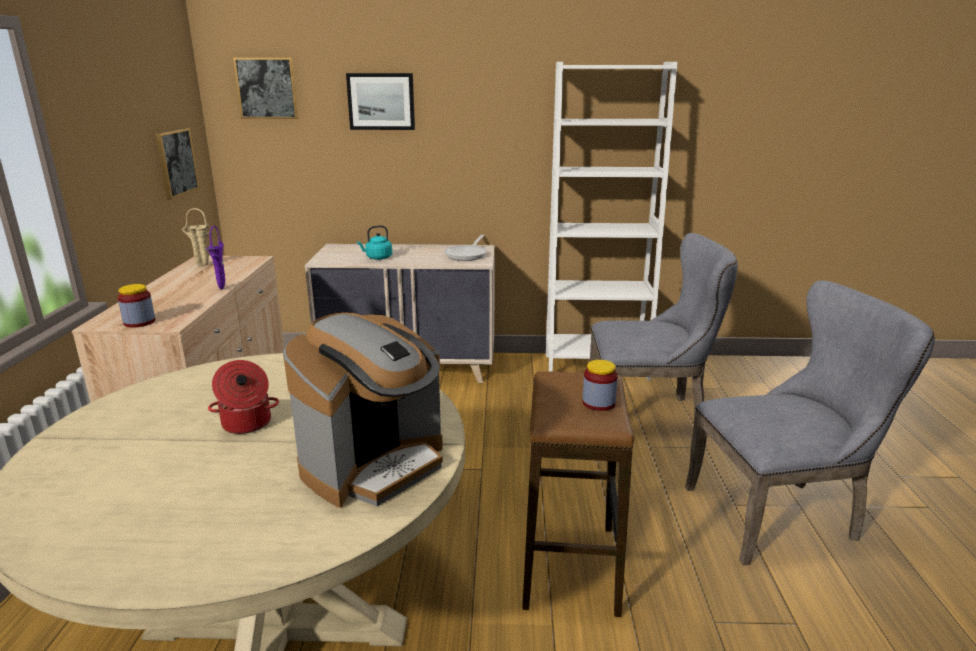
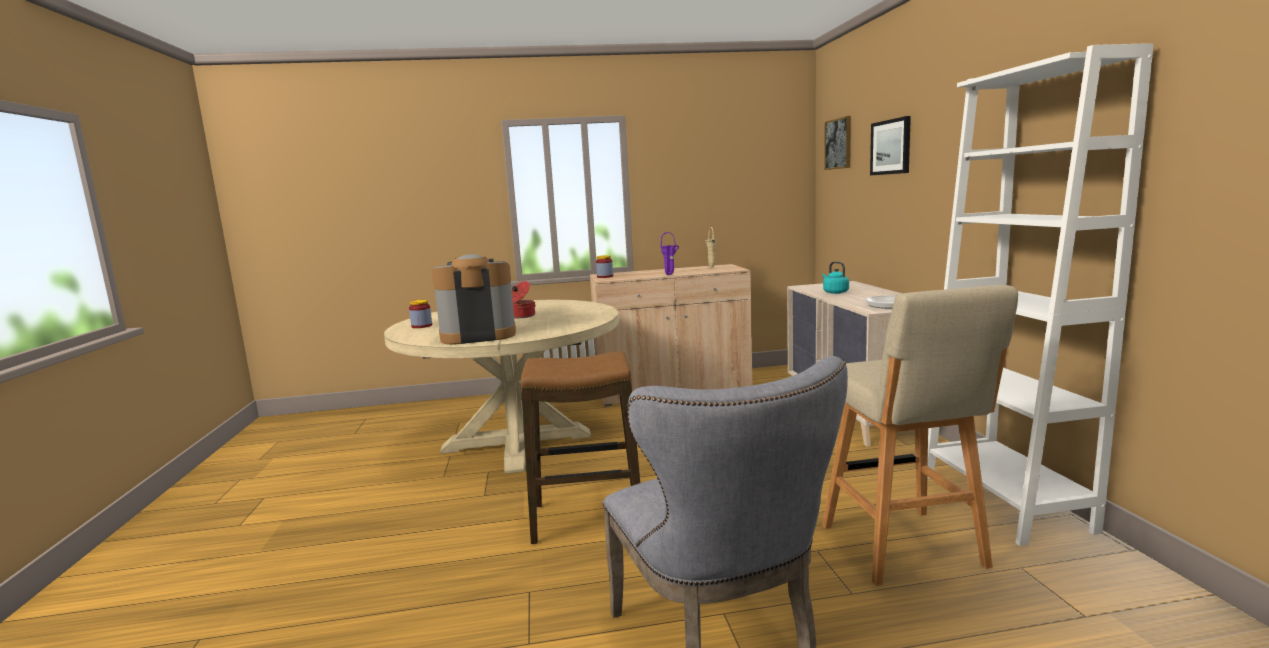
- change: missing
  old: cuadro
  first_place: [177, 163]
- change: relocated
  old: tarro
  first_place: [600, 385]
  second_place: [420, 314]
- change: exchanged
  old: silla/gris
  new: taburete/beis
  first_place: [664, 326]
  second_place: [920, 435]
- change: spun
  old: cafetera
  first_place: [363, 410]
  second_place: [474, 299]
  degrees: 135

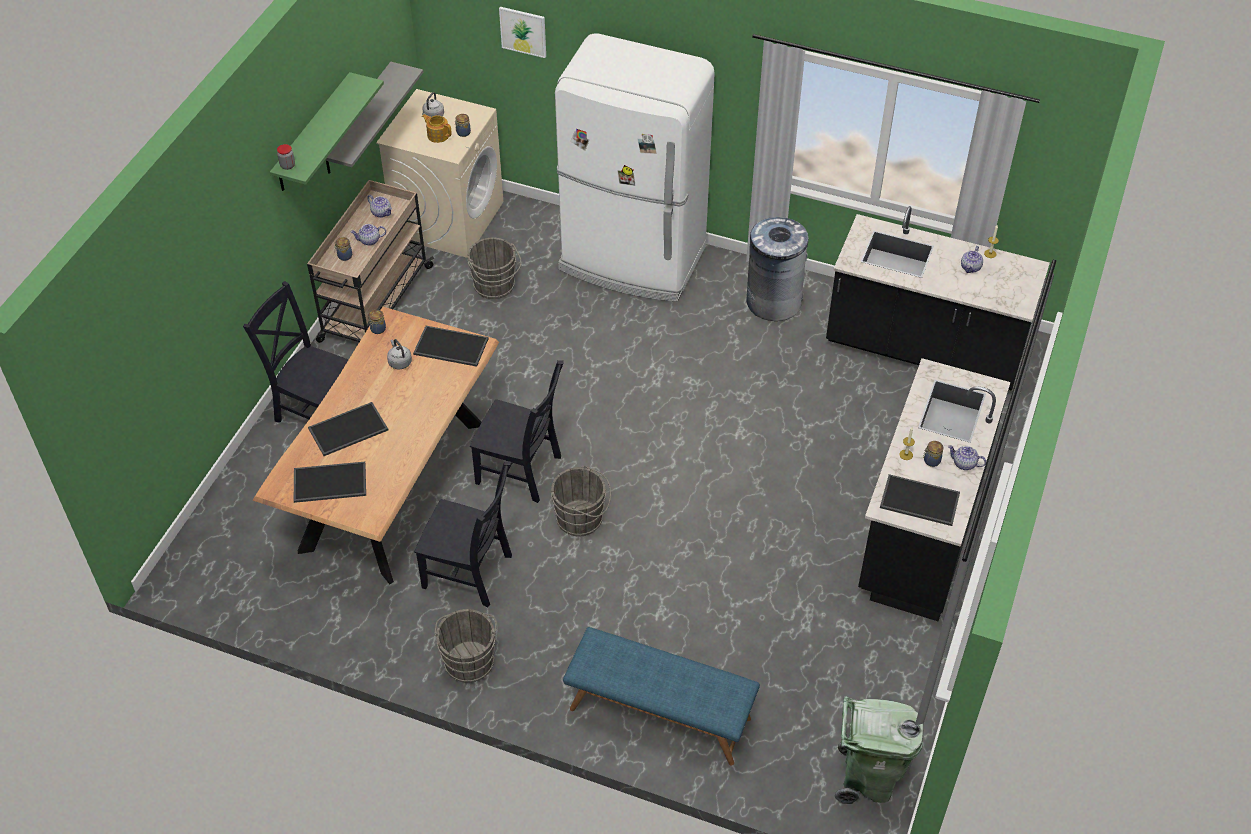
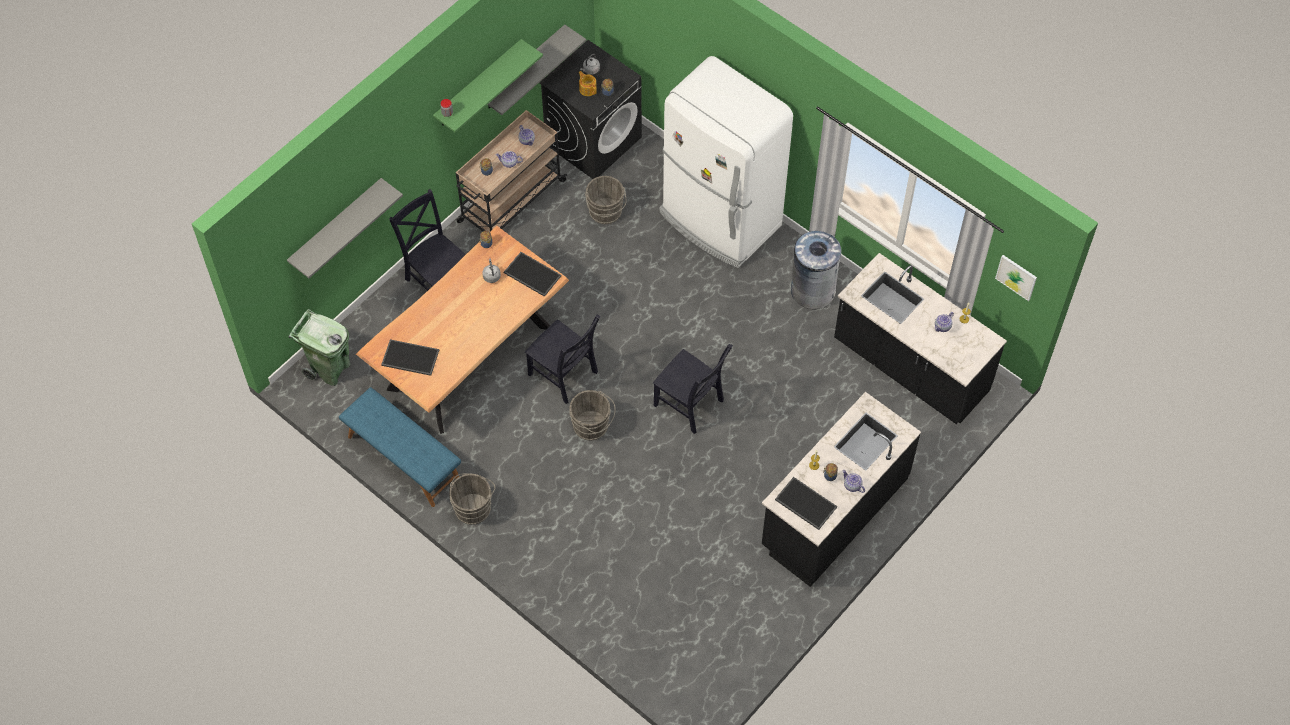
- change: missing
  old: bandeja
  first_place: [348, 429]
- change: appeared
  new: estante/gris
  second_place: [345, 228]
- change: relocated
  old: silla/negro
  first_place: [463, 534]
  second_place: [693, 389]
- change: relocated
  old: cuadro
  first_place: [522, 32]
  second_place: [1016, 278]
- change: relocated
  old: banco/azul
  first_place: [661, 696]
  second_place: [400, 447]
- change: relocated
  old: papelera/verde
  first_place: [879, 750]
  second_place: [319, 347]
- change: colour
  old: lavadora/beis
  new: lavadora/negro
  first_place: [439, 173]
  second_place: [590, 109]

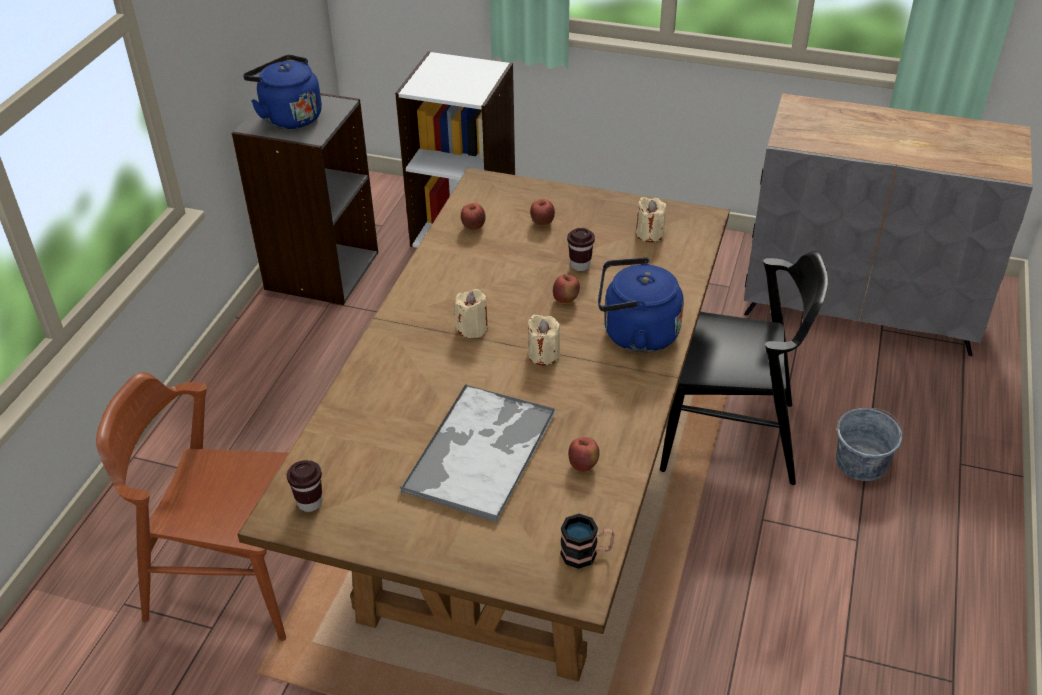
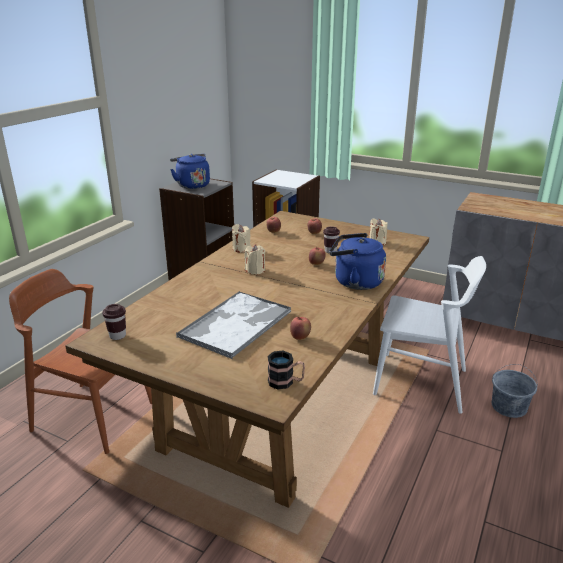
- change: relocated
  old: vela/beis
  first_place: [543, 339]
  second_place: [241, 238]
- change: colour
  old: silla/negro
  new: silla/blanco
  first_place: [744, 368]
  second_place: [429, 335]

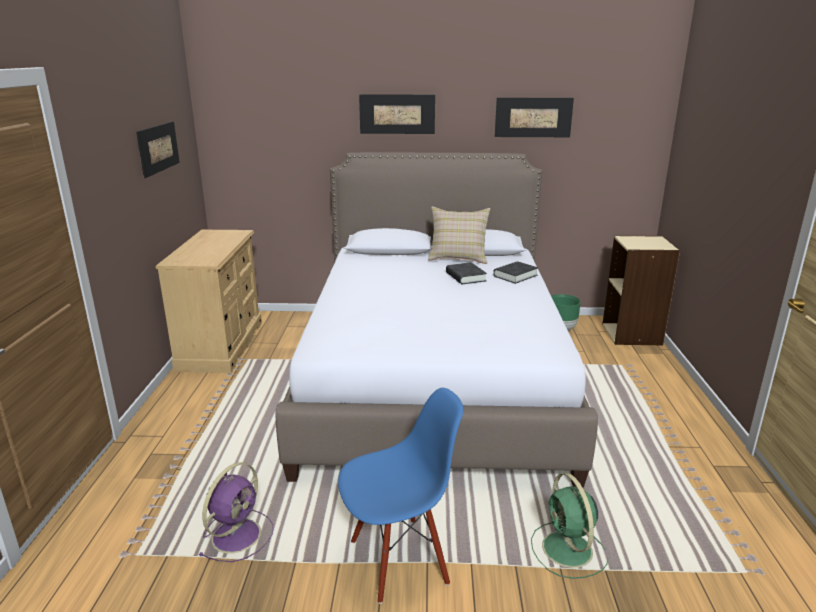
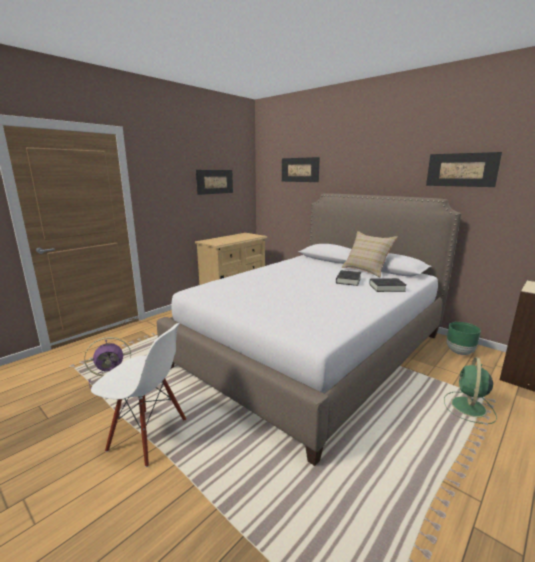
- change: relocated
  old: cuadro
  first_place: [397, 114]
  second_place: [301, 169]
- change: relocated
  old: ventilador/verde
  first_place: [569, 526]
  second_place: [470, 390]
- change: colour
  old: silla/azul
  new: silla/blanco
  first_place: [400, 496]
  second_place: [138, 395]

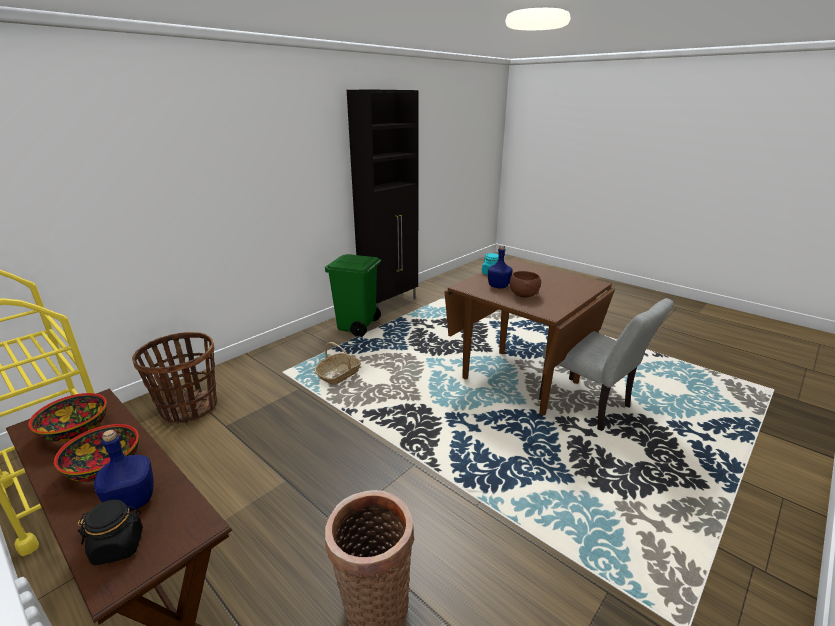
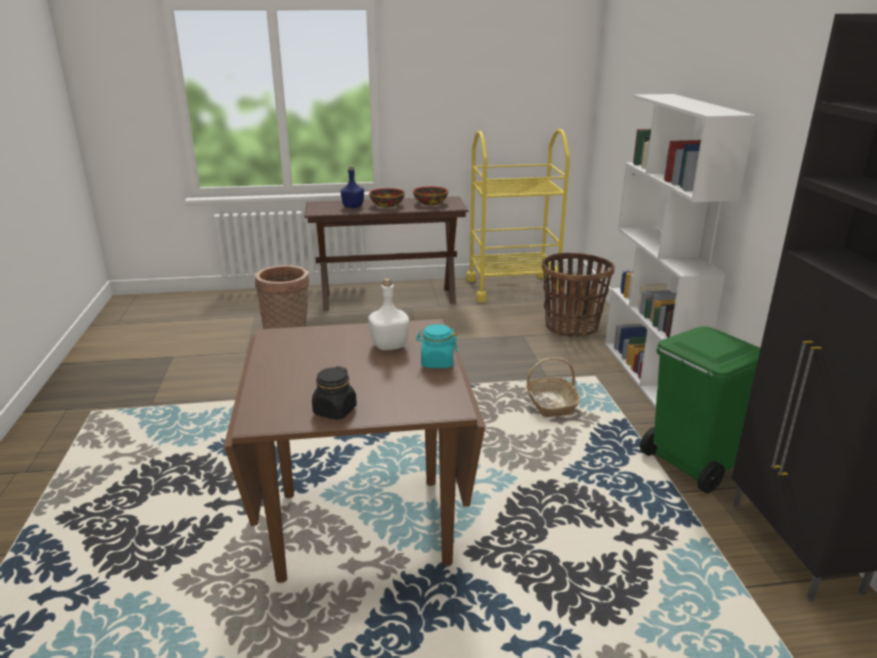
- change: missing
  old: cuenco/marrón
  first_place: [525, 284]
- change: missing
  old: silla/gris
  first_place: [606, 364]
- change: appeared
  new: estantería/blanco
  second_place: [680, 251]
- change: relocated
  old: tarro/negro
  first_place: [110, 532]
  second_place: [334, 393]
- change: colour
  old: botella/azul
  new: botella/blanco
  first_place: [500, 267]
  second_place: [388, 314]

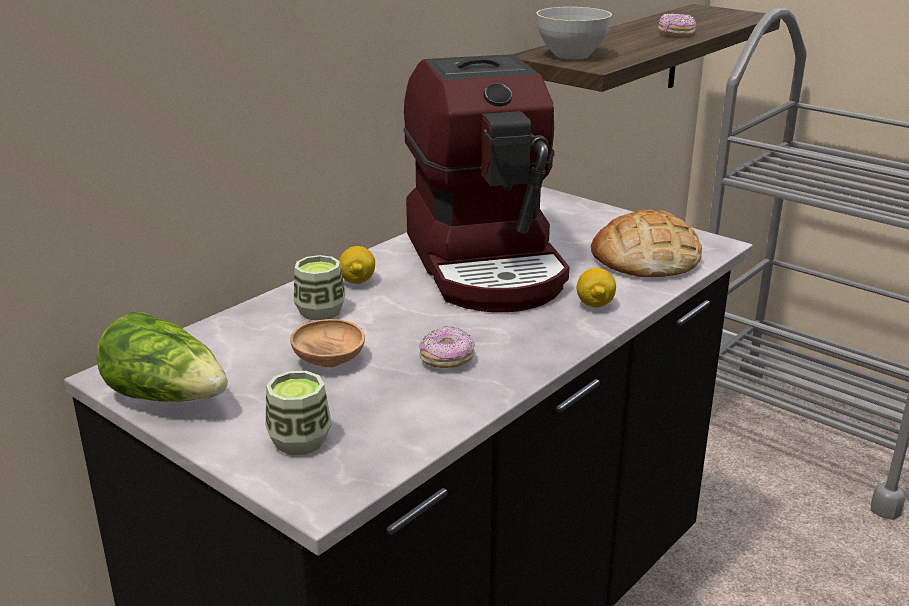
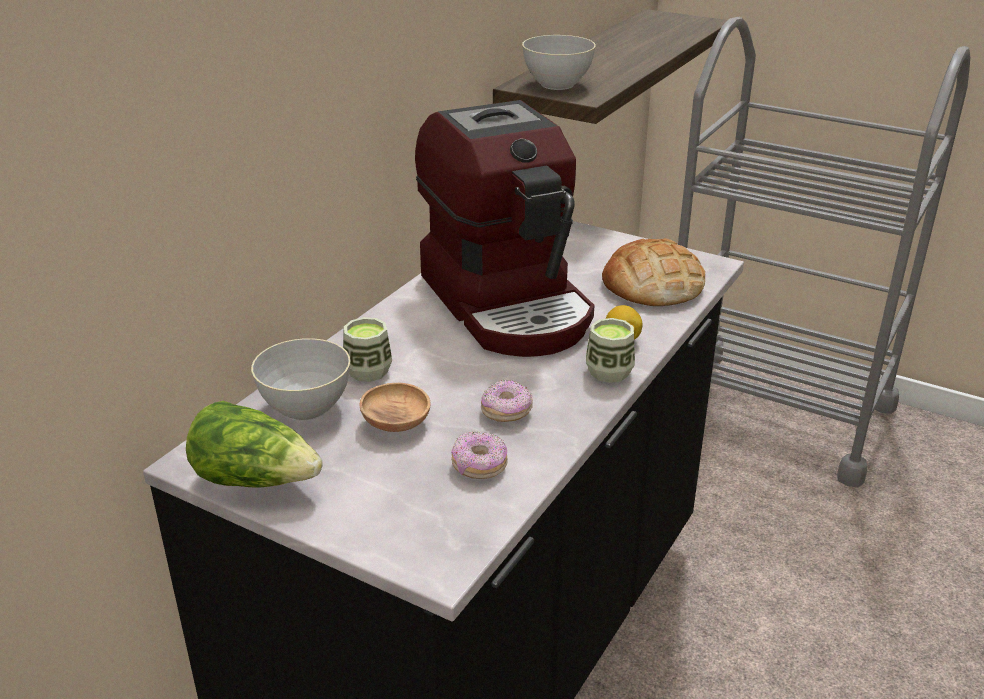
- change: missing
  old: limón
  first_place: [357, 265]
- change: appeared
  new: cuenco/gris
  second_place: [300, 379]
- change: relocated
  old: taza
  first_place: [298, 413]
  second_place: [610, 350]
- change: relocated
  old: rosquilla
  first_place: [677, 24]
  second_place: [479, 455]

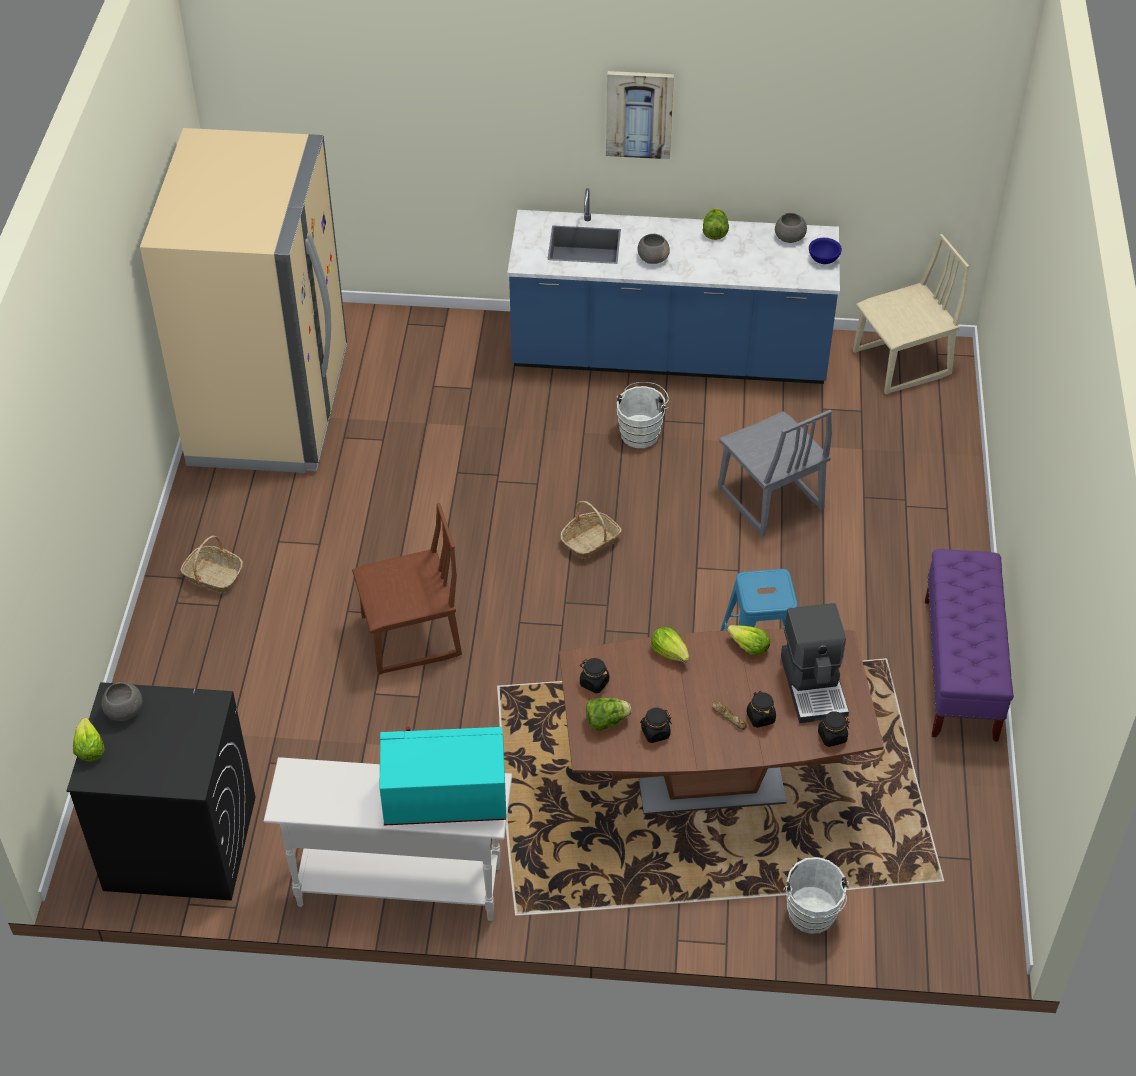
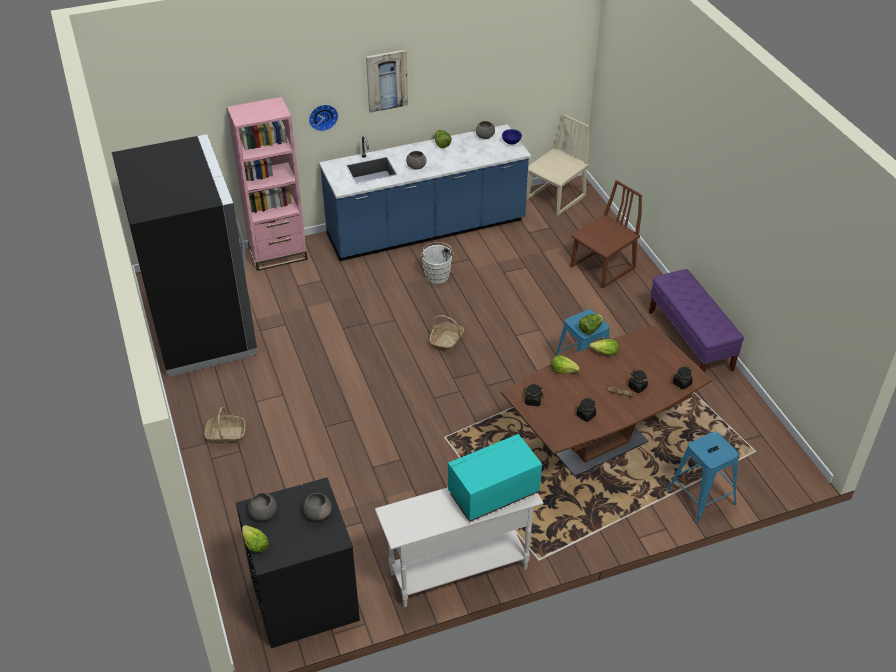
- change: missing
  old: silla/gris
  first_place: [775, 473]
- change: missing
  old: cafetera
  first_place: [815, 663]
- change: appeared
  new: estantería/rosa
  second_place: [267, 184]
- change: appeared
  new: cuenco/gris
  second_place: [317, 507]
- change: appeared
  new: reloj de pared
  second_place: [323, 118]
- change: relocated
  old: silla/marrón
  first_place: [407, 589]
  second_place: [606, 234]
- change: relocated
  old: lechuga
  first_place: [609, 714]
  second_place: [591, 324]
- change: exchanged
  old: cubo/blanco
  new: taburete/azul
  first_place: [816, 895]
  second_place: [703, 477]
- change: colour
  old: nevera/beis
  new: nevera/negro
  first_place: [243, 300]
  second_place: [184, 255]

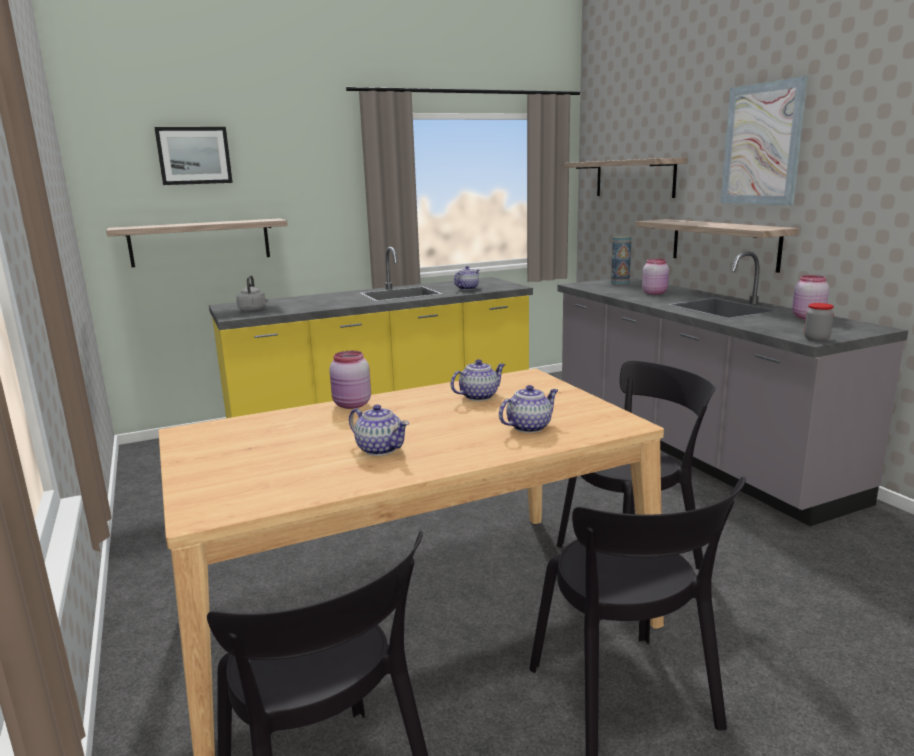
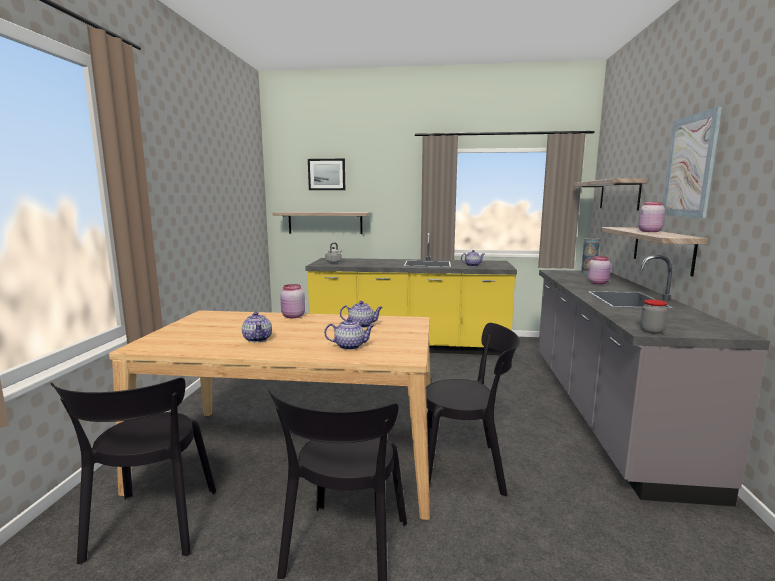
- change: relocated
  old: tarro/rosa
  first_place: [810, 297]
  second_place: [651, 217]

